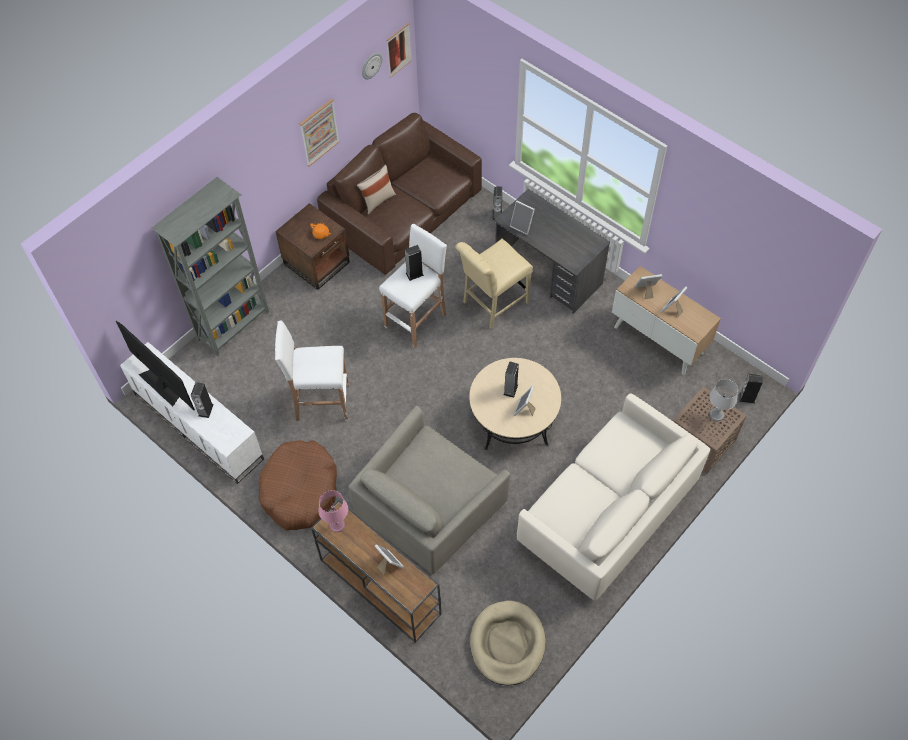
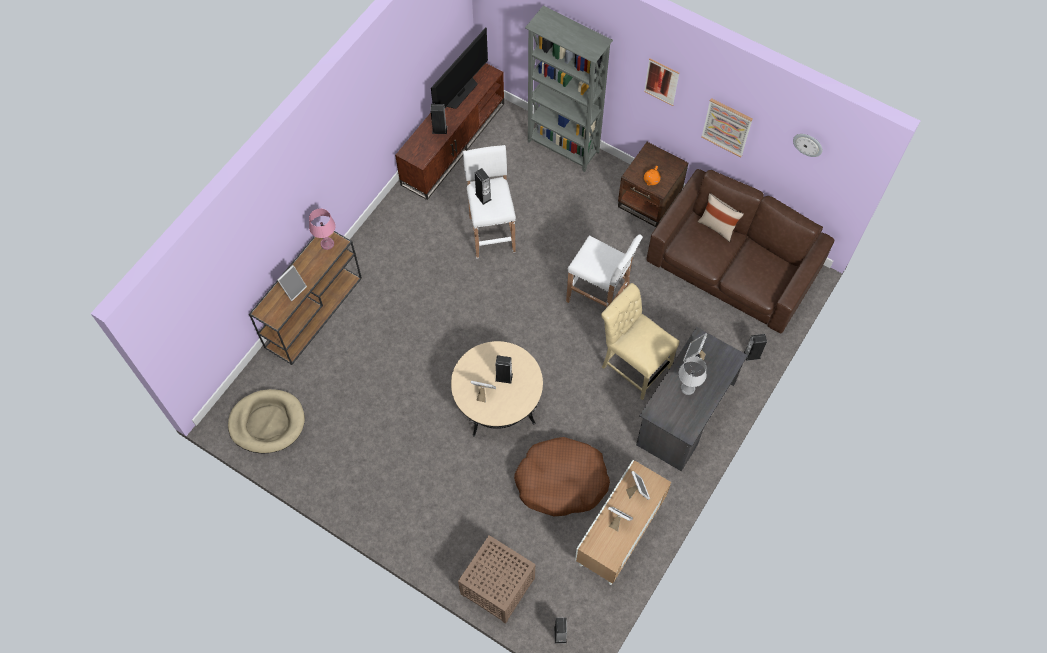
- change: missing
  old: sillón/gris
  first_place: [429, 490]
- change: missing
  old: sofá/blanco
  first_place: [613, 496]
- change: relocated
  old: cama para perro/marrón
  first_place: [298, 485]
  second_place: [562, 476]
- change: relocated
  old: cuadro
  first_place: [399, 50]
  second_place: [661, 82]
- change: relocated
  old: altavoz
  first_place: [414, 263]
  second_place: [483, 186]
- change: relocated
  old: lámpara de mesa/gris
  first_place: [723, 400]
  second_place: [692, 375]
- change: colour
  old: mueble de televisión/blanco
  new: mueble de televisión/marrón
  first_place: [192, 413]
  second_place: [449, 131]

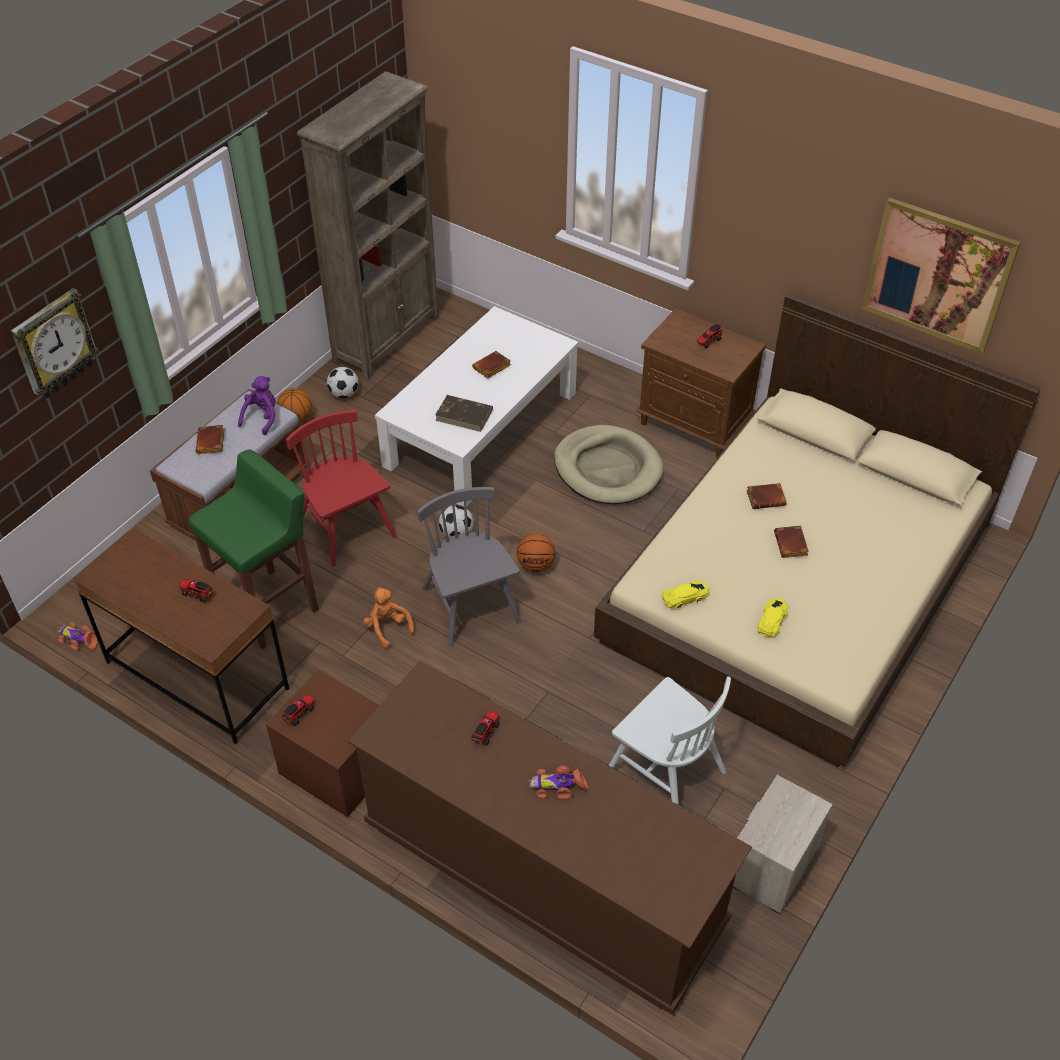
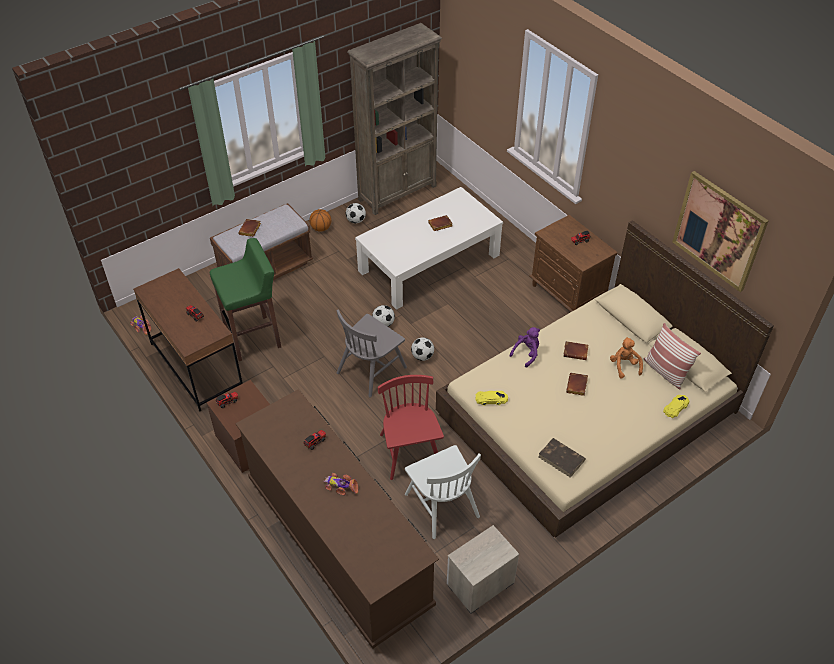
- change: missing
  old: reloj de pared
  first_place: [55, 343]
- change: missing
  old: cama para perro/beis
  first_place: [608, 464]
- change: appeared
  new: cojín
  second_place: [672, 356]
- change: relocated
  old: peluche/morado
  first_place: [257, 405]
  second_place: [525, 347]
- change: relocated
  old: silla/rojo
  first_place: [341, 488]
  second_place: [411, 427]
- change: relocated
  old: peluche/naranja
  first_place: [388, 617]
  second_place: [626, 358]
- change: relocated
  old: libro/marrón
  first_place: [464, 413]
  second_place: [562, 458]
- change: relocated
  old: coche de juguete/amarillo
  first_place: [773, 617]
  second_place: [676, 406]
- change: exchanged
  old: balón de baloncesto
  new: balón de fútbol
  first_place: [536, 553]
  second_place: [422, 349]
- change: spun
  old: silla/gris
  first_place: [469, 566]
  second_place: [372, 353]
  degrees: -135

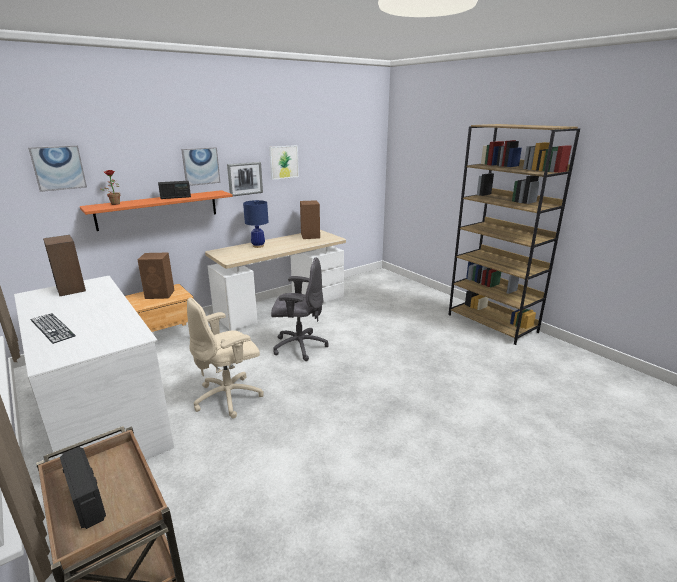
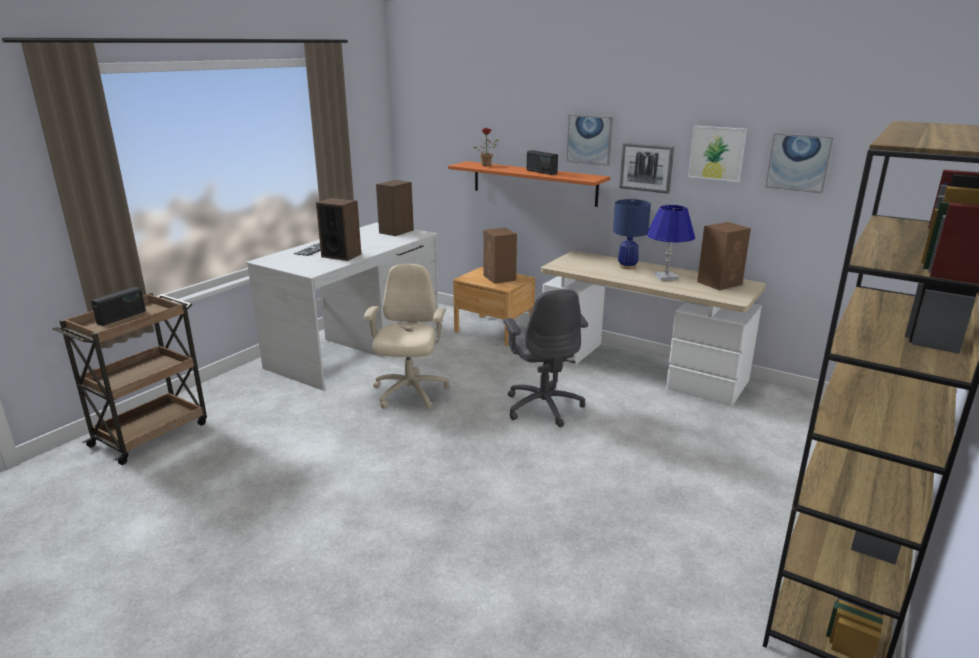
- change: appeared
  new: altavoz
  second_place: [338, 229]
- change: appeared
  new: lámpara de mesa/azul
  second_place: [671, 243]
- change: relocated
  old: cuadro
  first_place: [57, 168]
  second_place: [799, 163]
- change: spun
  old: silla de oficina/beis
  first_place: [225, 358]
  second_place: [407, 336]
  degrees: 60

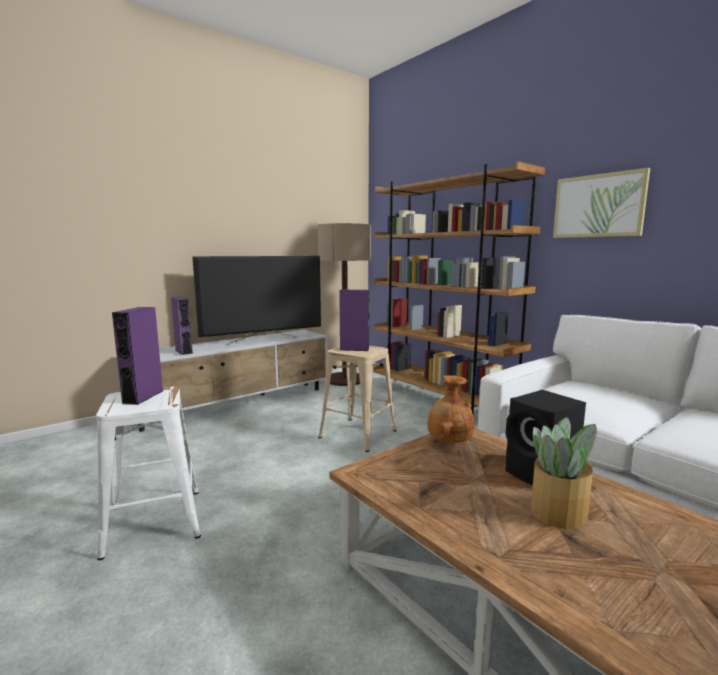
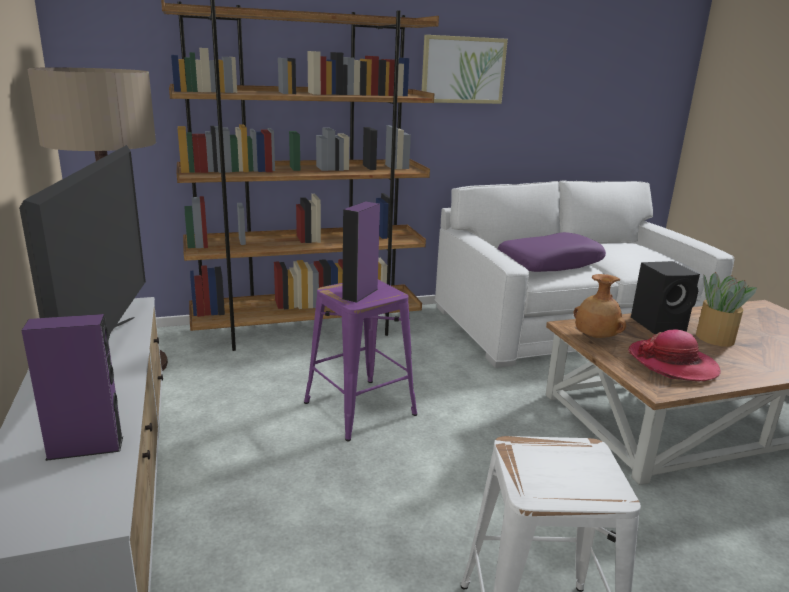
- change: missing
  old: altavoz/morado
  first_place: [137, 356]
- change: appeared
  new: cojín/morado
  second_place: [552, 252]
- change: appeared
  new: sombrero
  second_place: [674, 355]
- change: colour
  old: taburete/beis
  new: taburete/morado
  first_place: [357, 399]
  second_place: [360, 360]

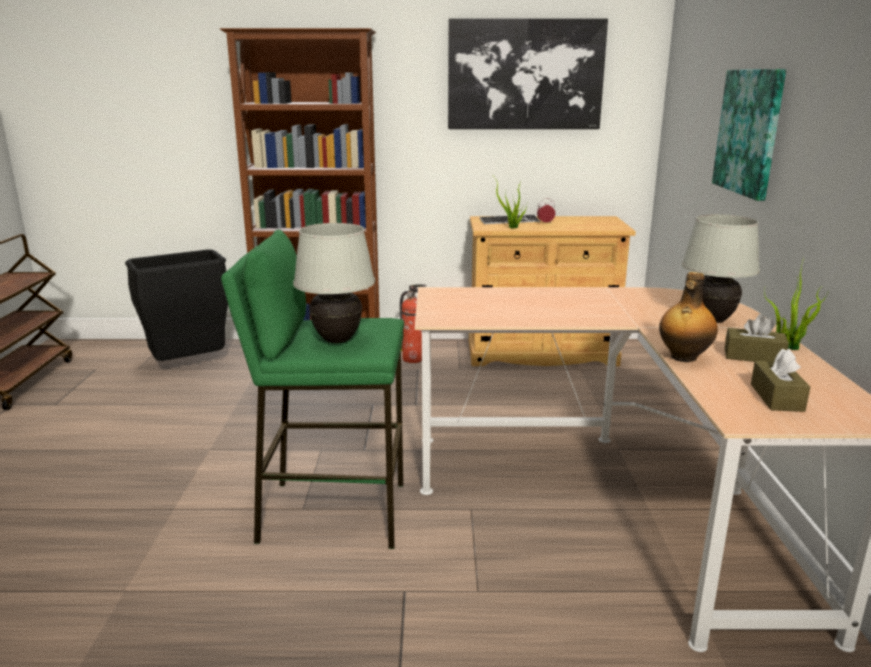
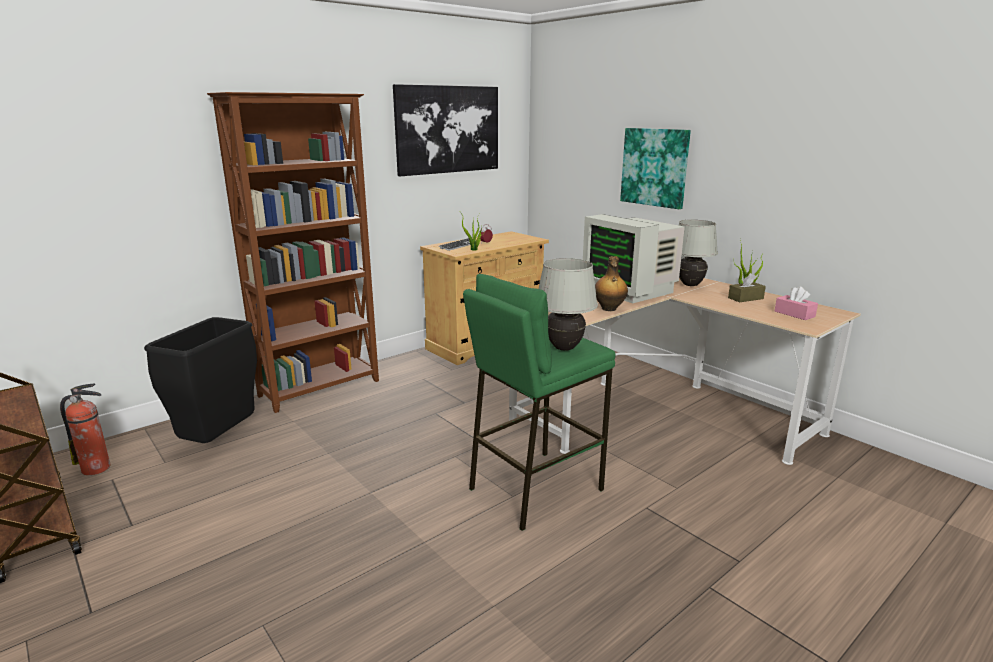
- change: appeared
  new: monitor
  second_place: [634, 258]
- change: relocated
  old: extintor
  first_place: [413, 323]
  second_place: [85, 429]
- change: relocated
  old: botella
  first_place: [688, 317]
  second_place: [611, 283]
- change: colour
  old: caja de pañuelos/marrón
  new: caja de pañuelos/rosa
  first_place: [780, 380]
  second_place: [796, 303]

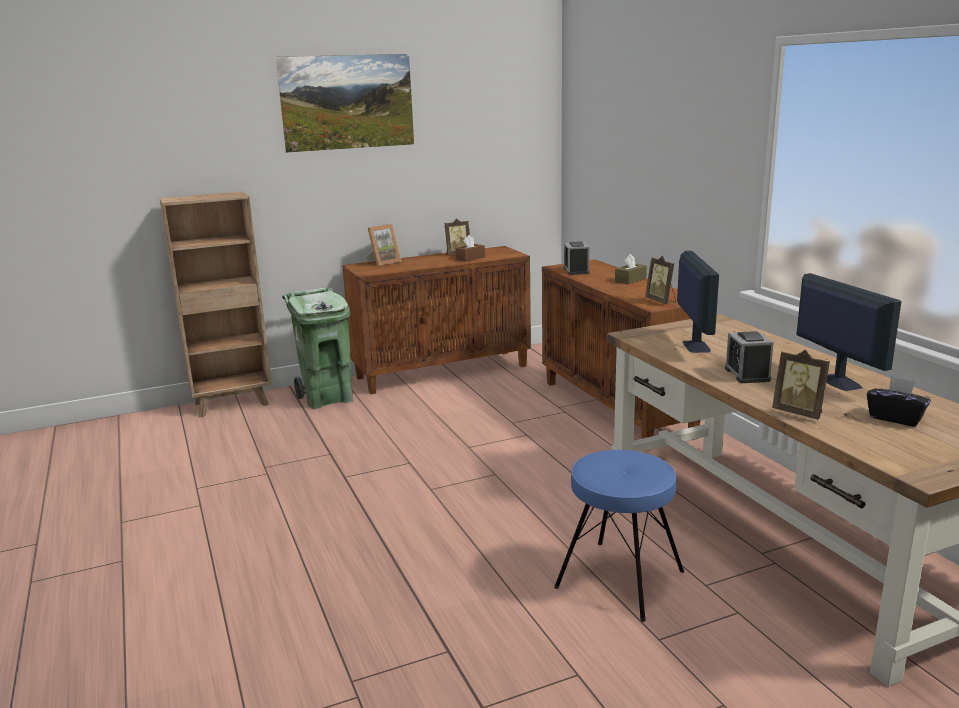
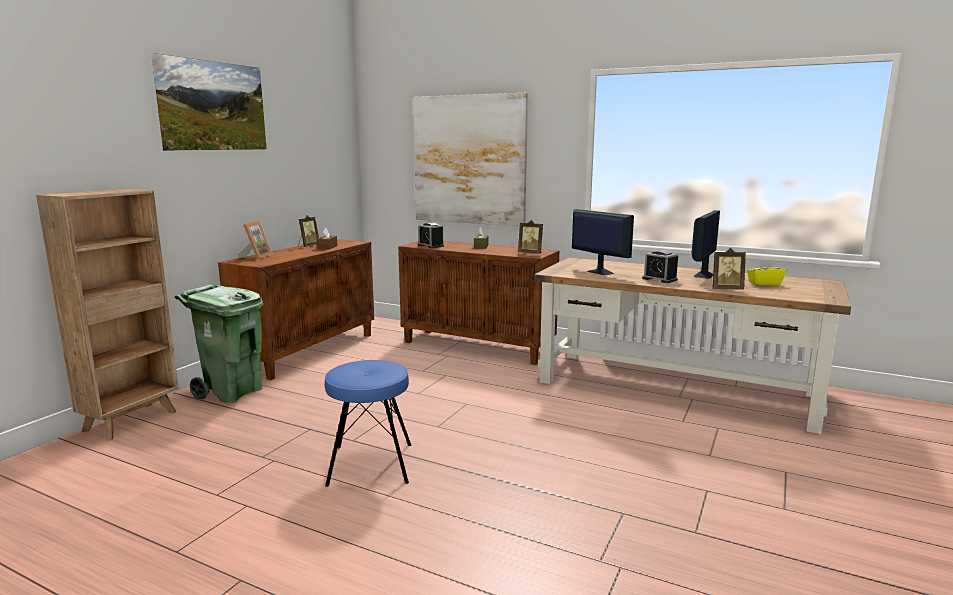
- change: appeared
  new: cuadro
  second_place: [470, 159]
- change: relocated
  old: taburete/azul
  first_place: [619, 536]
  second_place: [368, 423]
- change: colour
  old: caja de pañuelos/negro
  new: caja de pañuelos/amarillo
  first_place: [899, 401]
  second_place: [766, 272]
- change: spun
  old: monitor
  first_place: [849, 332]
  second_place: [705, 244]
  degrees: 90

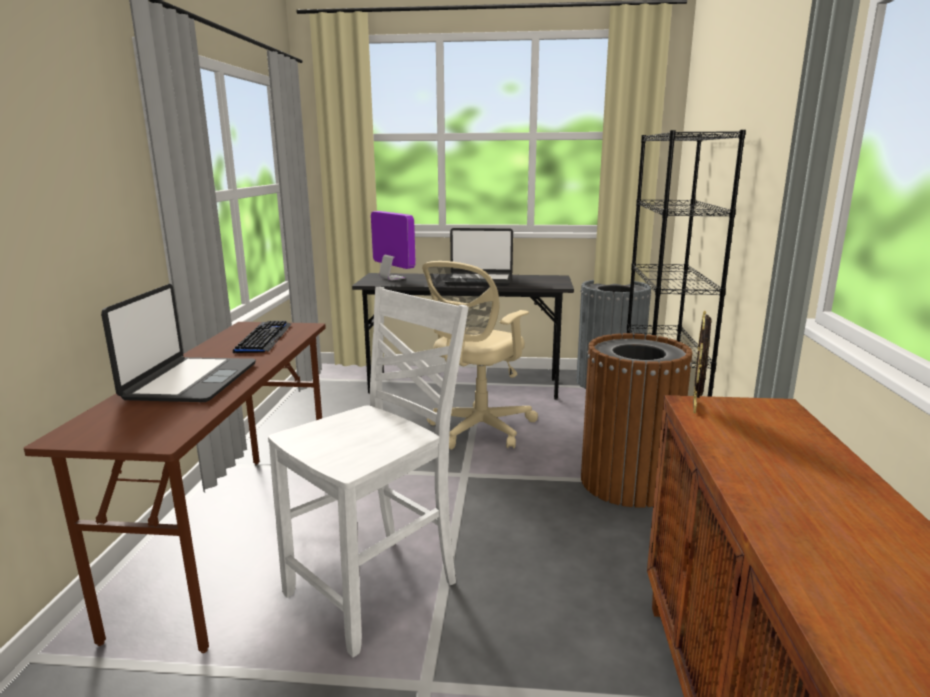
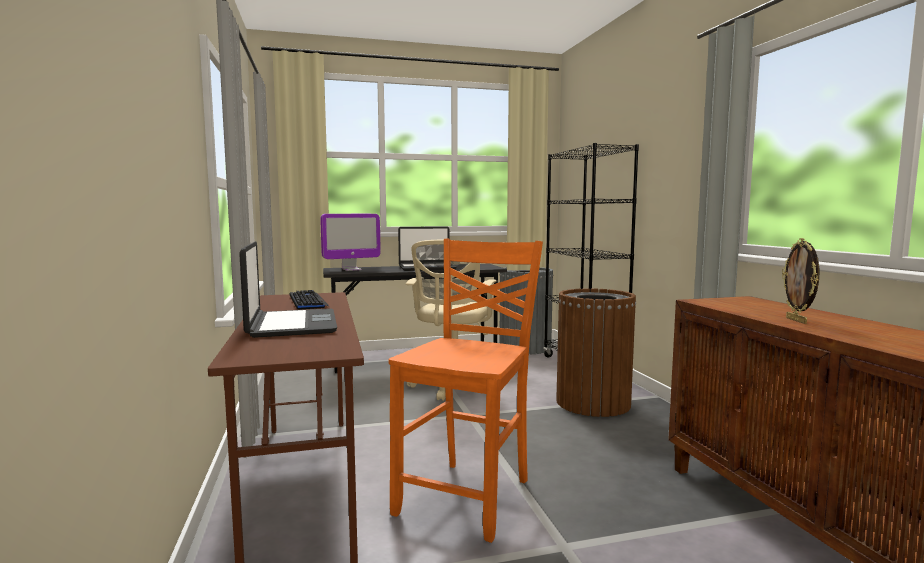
- change: relocated
  old: portarretratos
  first_place: [702, 362]
  second_place: [800, 281]
- change: colour
  old: silla/blanco
  new: silla/naranja
  first_place: [368, 472]
  second_place: [466, 391]
- change: spun
  old: monitor
  first_place: [393, 245]
  second_place: [350, 242]
  degrees: 120

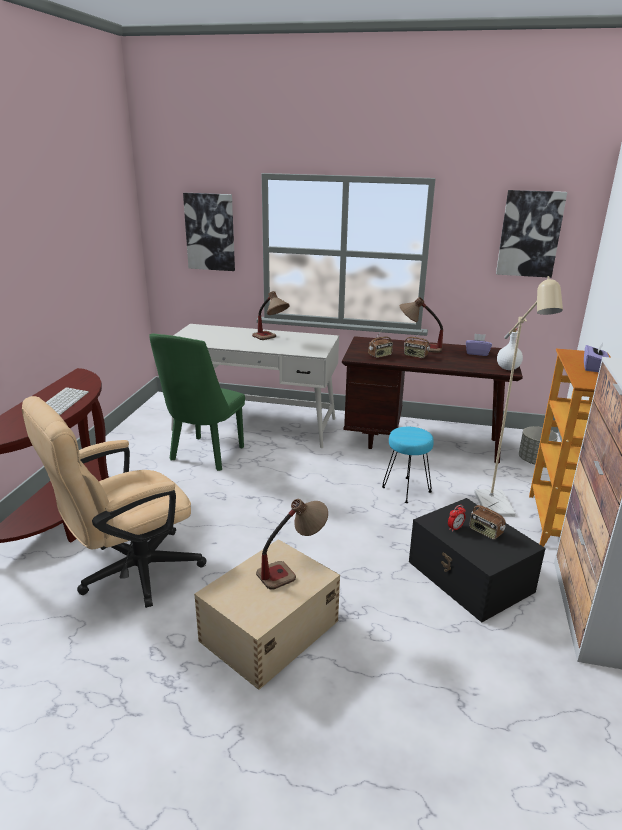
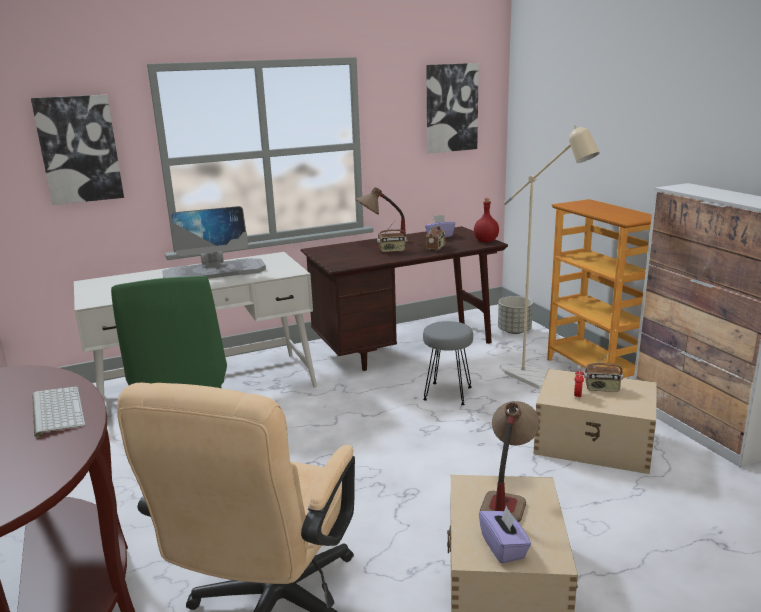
- change: relocated
  old: radio
  first_place: [381, 343]
  second_place: [435, 235]
- change: relocated
  old: caja de pañuelos/morado
  first_place: [596, 357]
  second_place: [505, 535]
- change: exchanged
  old: lámpara de mesa
  new: monitor
  first_place: [271, 315]
  second_place: [214, 242]
- change: colour
  old: taburete/turquesa
  new: taburete/gris
  first_place: [408, 465]
  second_place: [448, 363]
- change: colour
  old: caja de almacenaje/negro
  new: caja de almacenaje/beis
  first_place: [477, 560]
  second_place: [595, 421]
- change: colour
  old: botella/blanco
  new: botella/rojo
  first_place: [510, 349]
  second_place: [486, 220]

